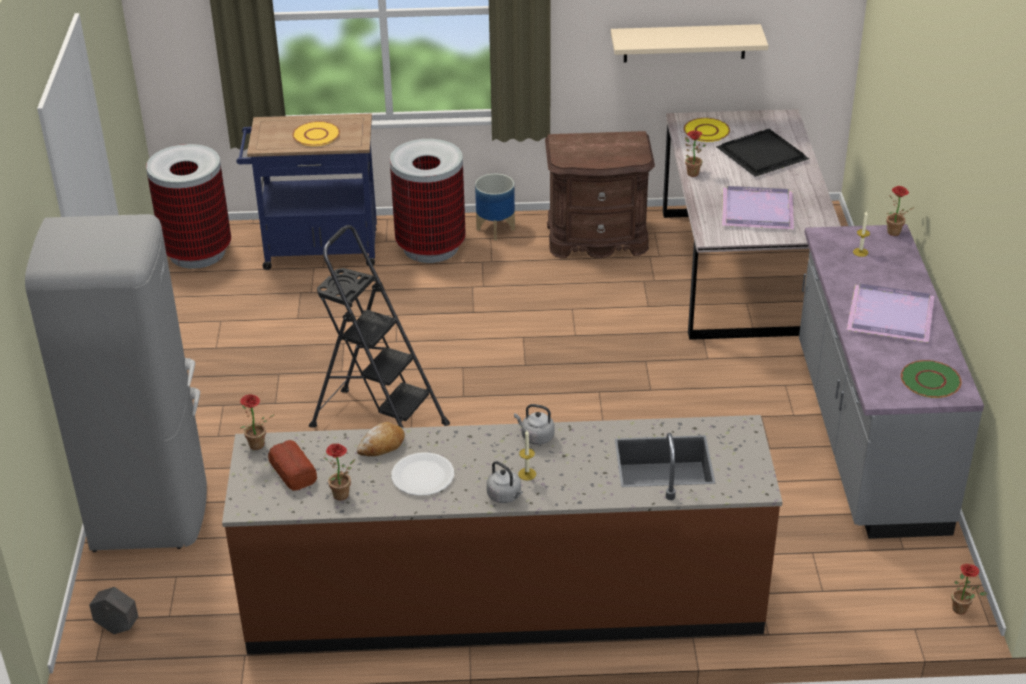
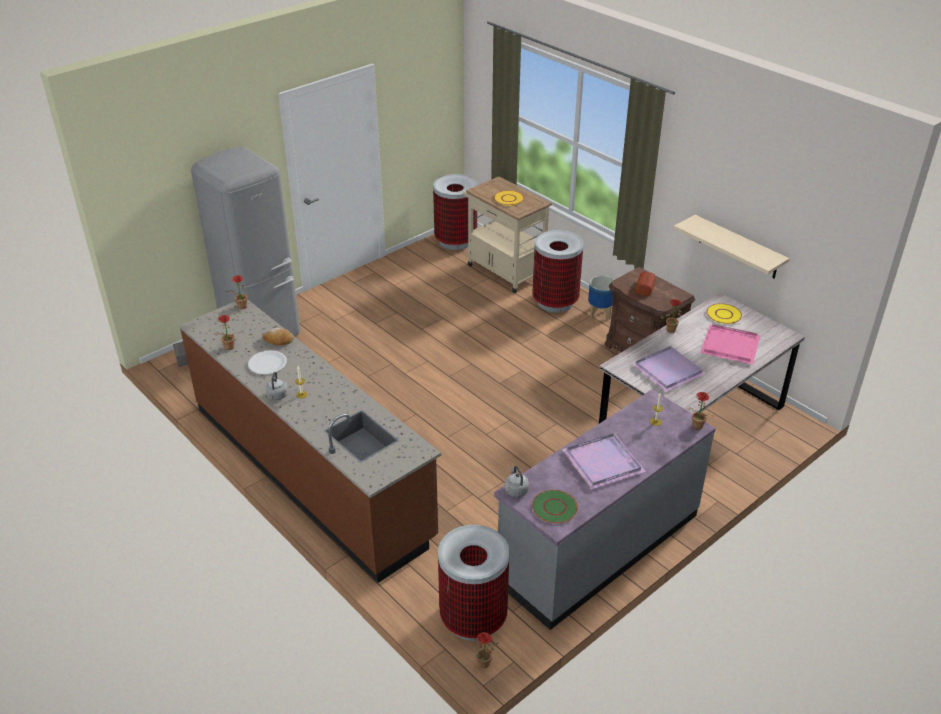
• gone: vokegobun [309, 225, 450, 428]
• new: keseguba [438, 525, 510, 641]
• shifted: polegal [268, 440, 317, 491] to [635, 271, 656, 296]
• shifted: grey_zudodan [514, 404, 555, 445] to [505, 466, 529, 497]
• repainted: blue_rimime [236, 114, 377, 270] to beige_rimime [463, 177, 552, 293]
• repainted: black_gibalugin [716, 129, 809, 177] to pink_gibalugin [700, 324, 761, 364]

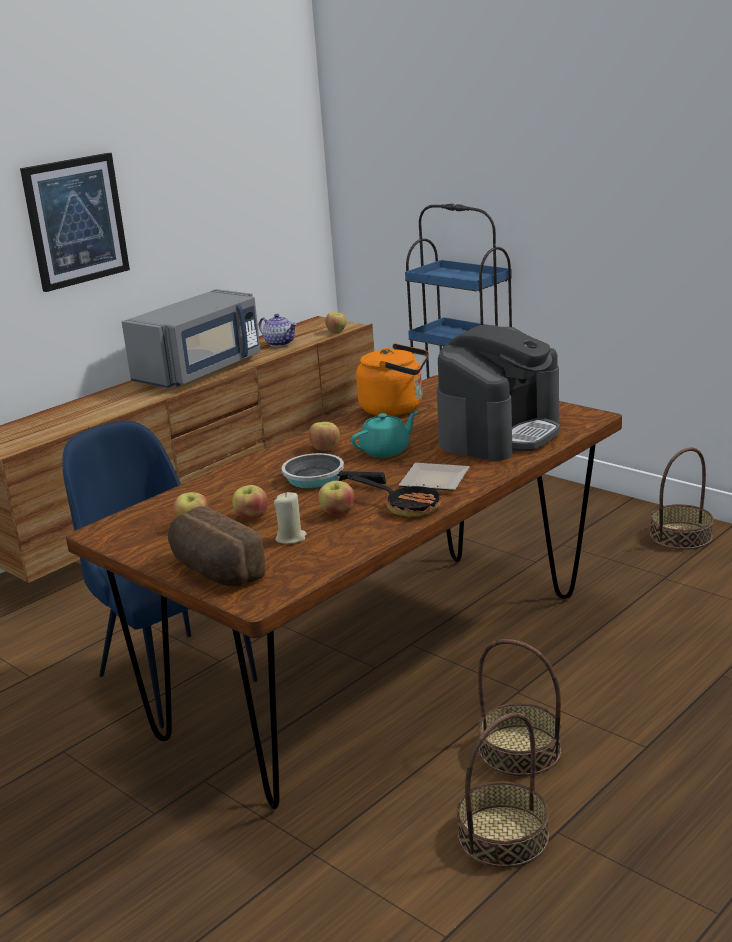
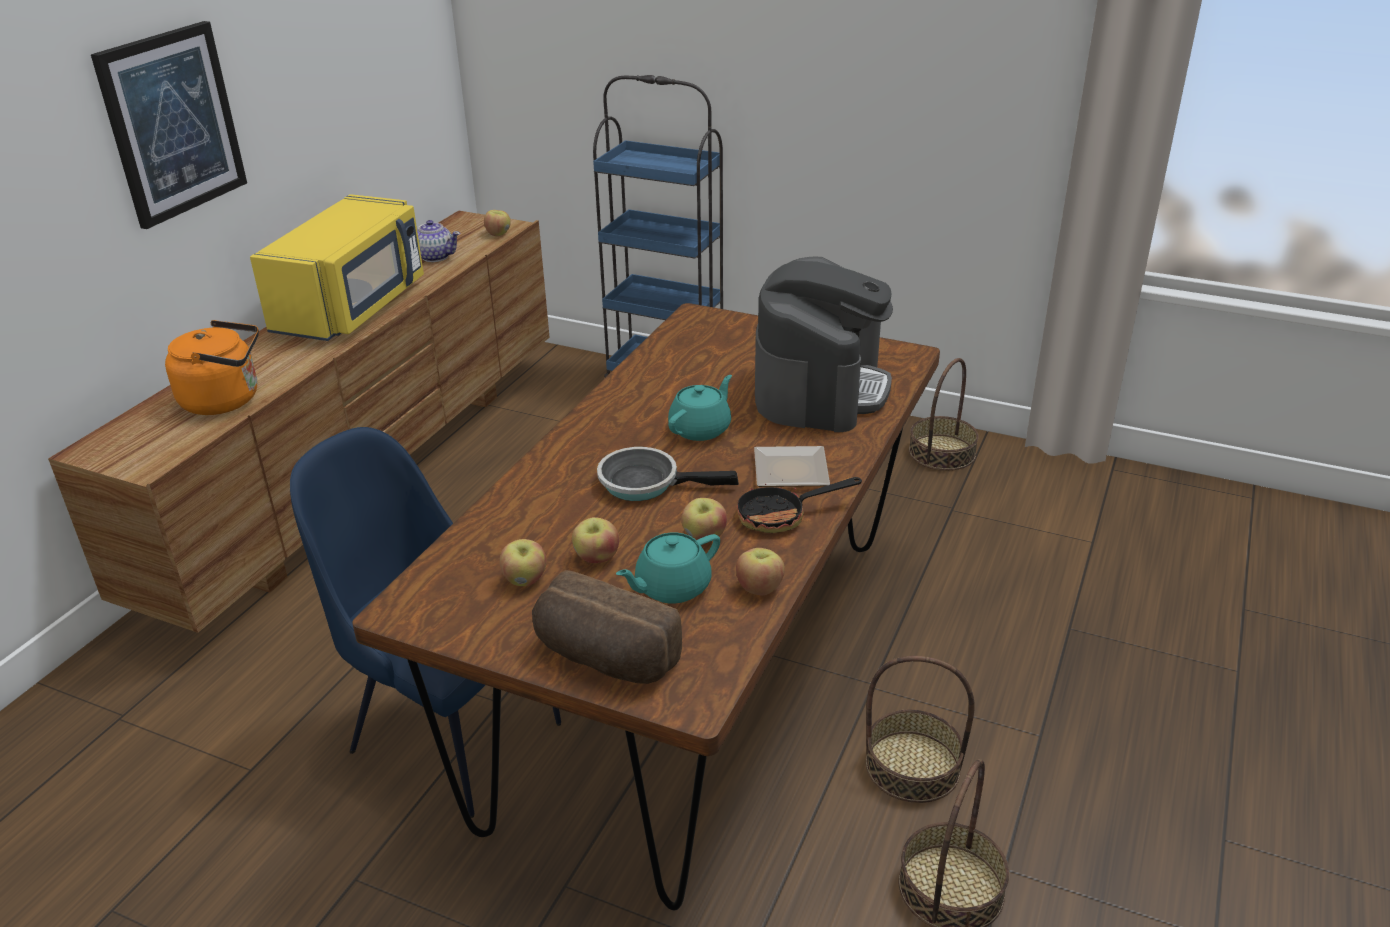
• shifted: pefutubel [309, 422, 340, 451] to [736, 548, 785, 595]
• shifted: orange_zudodan [356, 344, 429, 416] to [165, 320, 259, 415]
• swapped: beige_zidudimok [274, 492, 307, 544] to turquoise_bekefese [616, 533, 720, 604]
• repainted: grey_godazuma [122, 289, 261, 388] to yellow_godazuma [250, 194, 424, 341]
• rotated: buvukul [347, 474, 442, 517] = [737, 477, 862, 533] 150 degrees clockwise

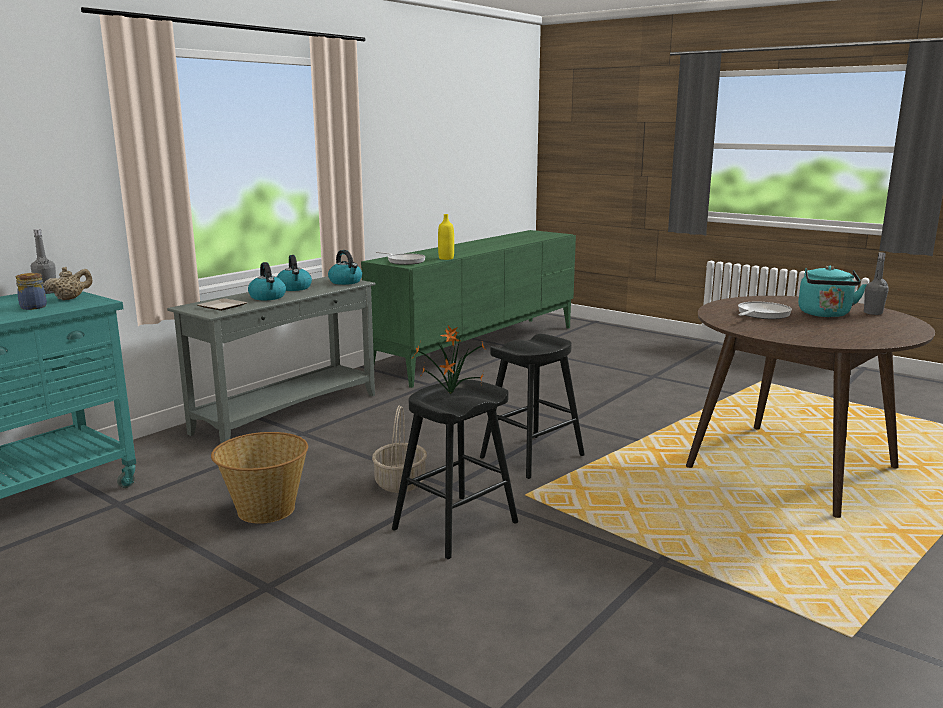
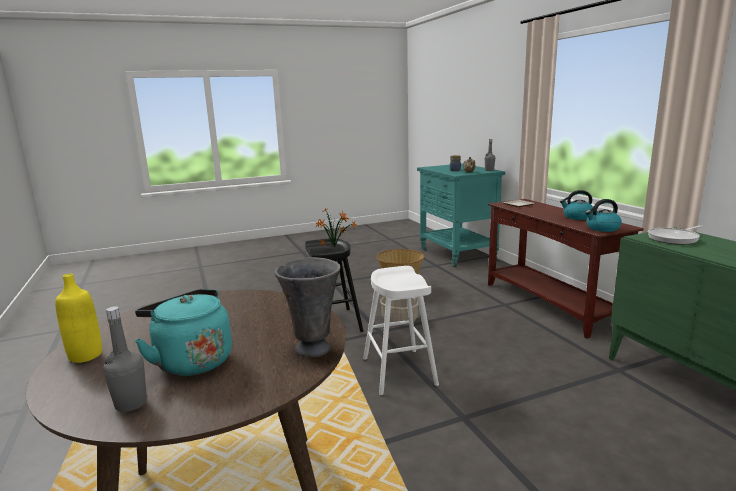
• gone: zudodan [248, 262, 286, 300]
• gone: buvukul [738, 302, 792, 319]
• new: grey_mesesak [275, 257, 341, 358]
• shifted: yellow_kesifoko [438, 214, 454, 260] to [55, 274, 102, 363]
• repainted: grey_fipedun [167, 276, 376, 443] to brown_fipedun [488, 199, 644, 339]
• repainted: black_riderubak [480, 334, 585, 479] to white_riderubak [363, 266, 439, 395]

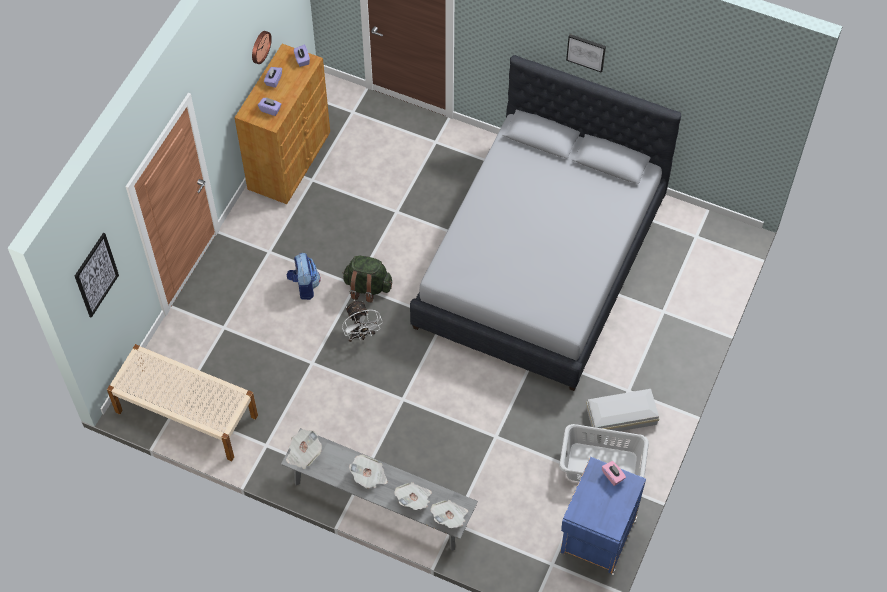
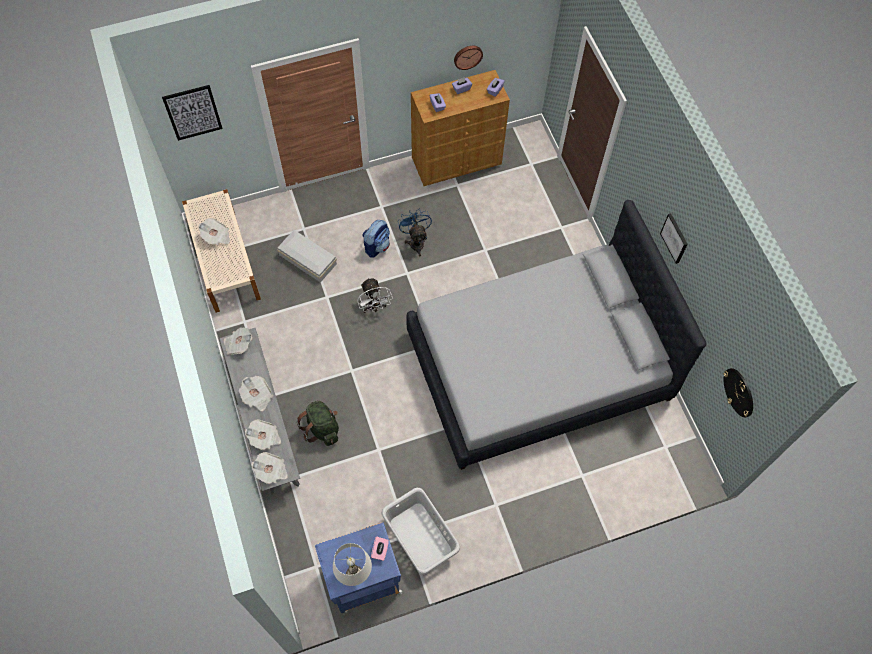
• new: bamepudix [198, 218, 230, 246]
• new: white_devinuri [333, 543, 372, 586]
• new: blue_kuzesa [398, 209, 432, 256]
• new: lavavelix [723, 368, 753, 417]
• shifted: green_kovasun [342, 256, 392, 303] to [296, 401, 339, 446]
• shifted: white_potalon [586, 389, 659, 435] to [277, 230, 337, 282]
• rotated: white_kuzesa [342, 300, 383, 342] = [357, 277, 393, 313] 45 degrees counterclockwise

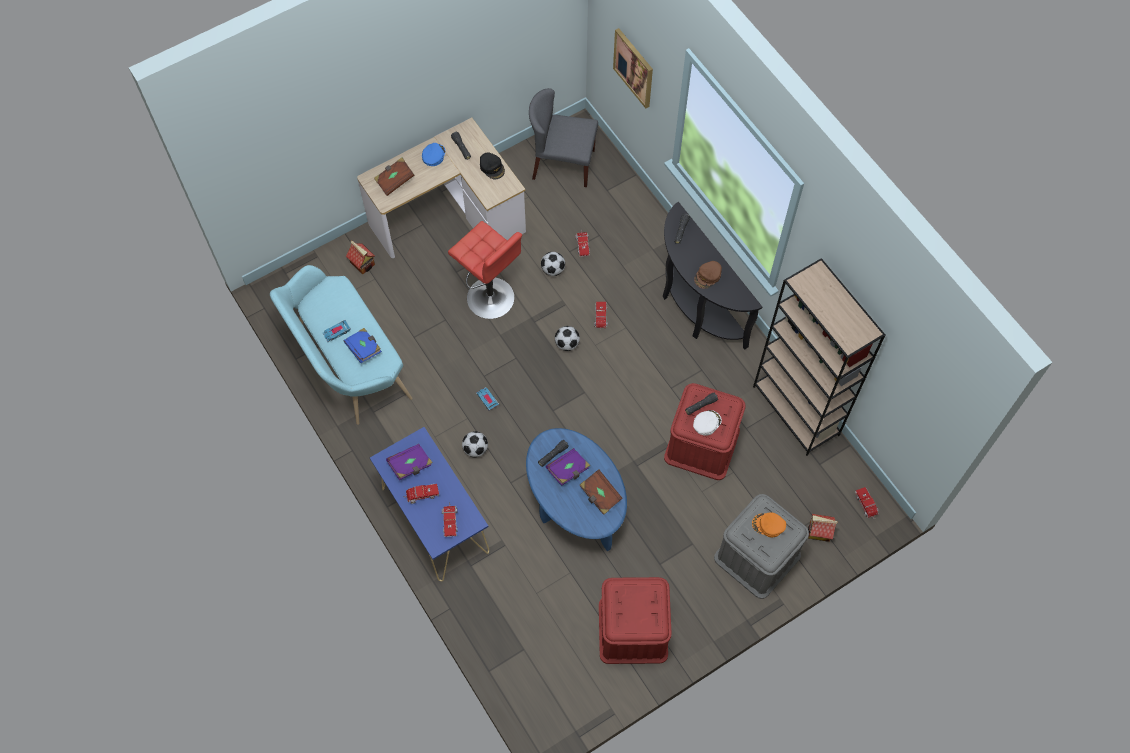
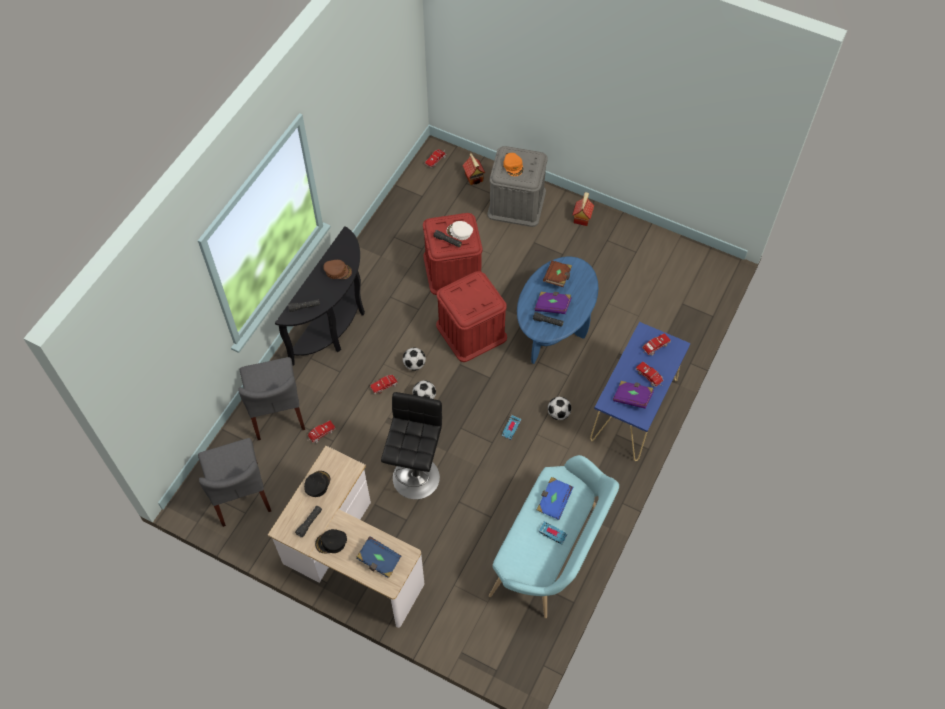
• gone: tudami [613, 28, 653, 108]
• gone: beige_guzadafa [753, 258, 885, 456]
• new: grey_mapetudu [238, 357, 305, 440]
• shifted: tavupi [346, 241, 375, 274] to [572, 192, 594, 226]
• shifted: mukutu [541, 252, 565, 276] to [403, 347, 426, 371]
• shifted: red_potalon [599, 577, 672, 664] to [436, 271, 507, 362]
• repainted: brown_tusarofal [374, 157, 415, 196] to blue_tusarofal [357, 536, 401, 578]
• repainted: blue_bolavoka [422, 143, 445, 166] to black_bolavoka [315, 529, 347, 553]
• repainted: red_riderubak [448, 221, 522, 319] to black_riderubak [381, 392, 442, 499]

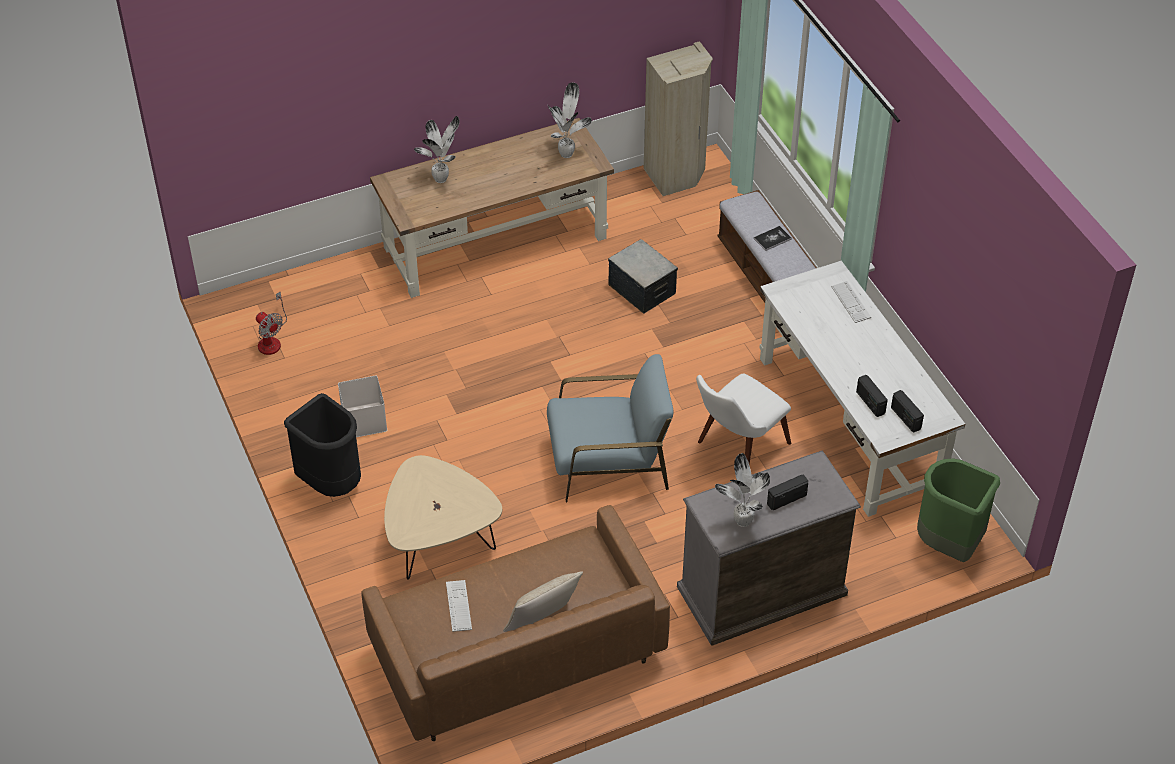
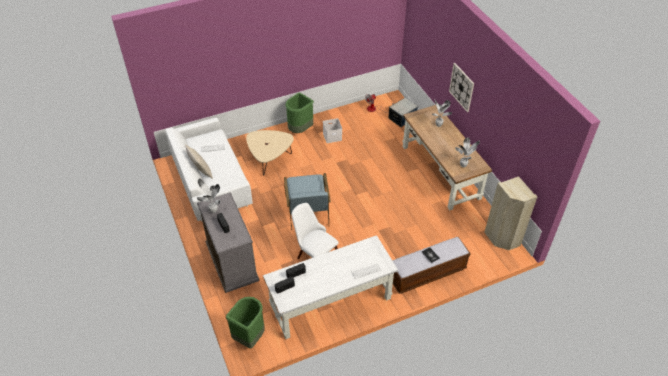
• new: lavavelix [449, 63, 474, 112]
• shifted: potalon [608, 239, 678, 314] to [388, 98, 418, 127]
• repainted: black_keseguba [284, 393, 361, 497] to green_keseguba [285, 93, 314, 133]
• repainted: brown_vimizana [361, 505, 670, 741] to white_vimizana [166, 117, 253, 221]

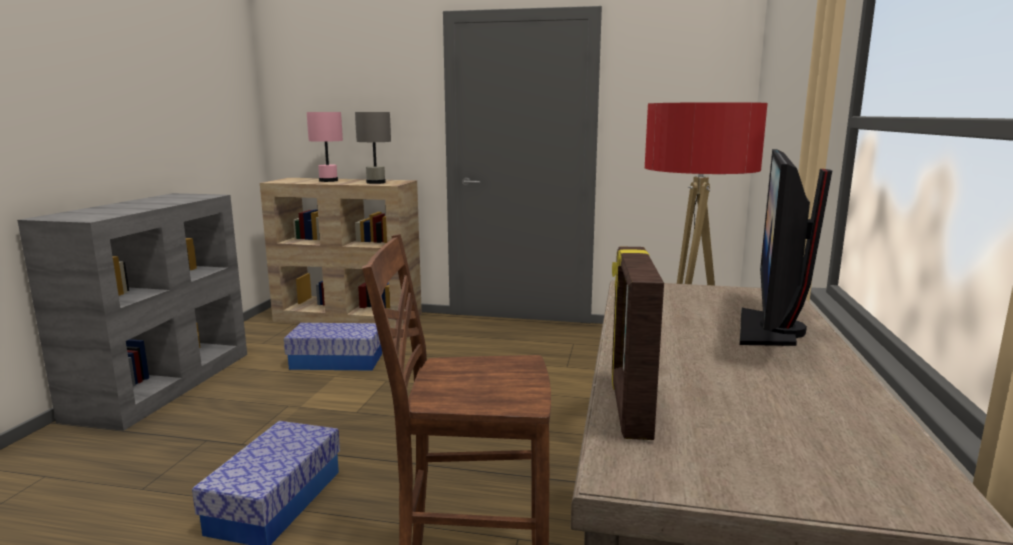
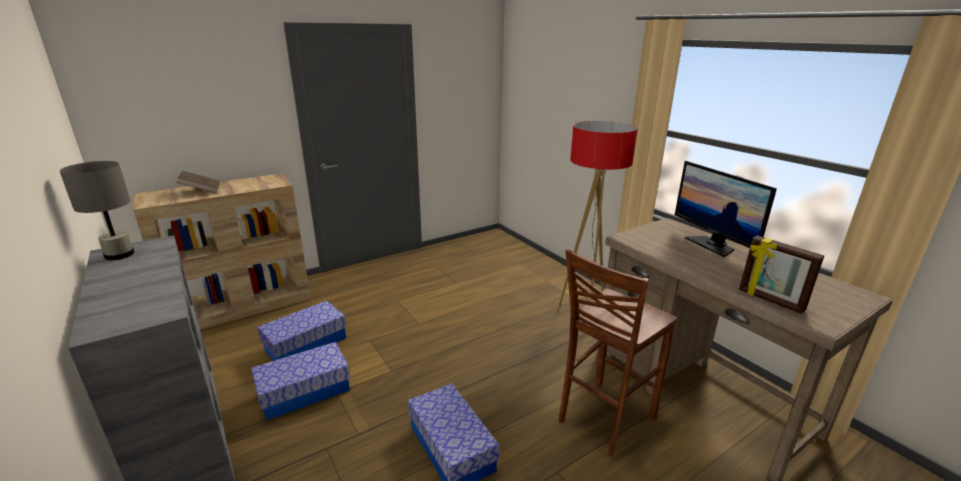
• new: potalon [251, 342, 350, 421]
• shifted: grey_devinuri [355, 112, 391, 184] to [60, 161, 134, 260]
• swapped: pink_devinuri [307, 112, 343, 182] to brown_tusarofal [176, 171, 221, 193]

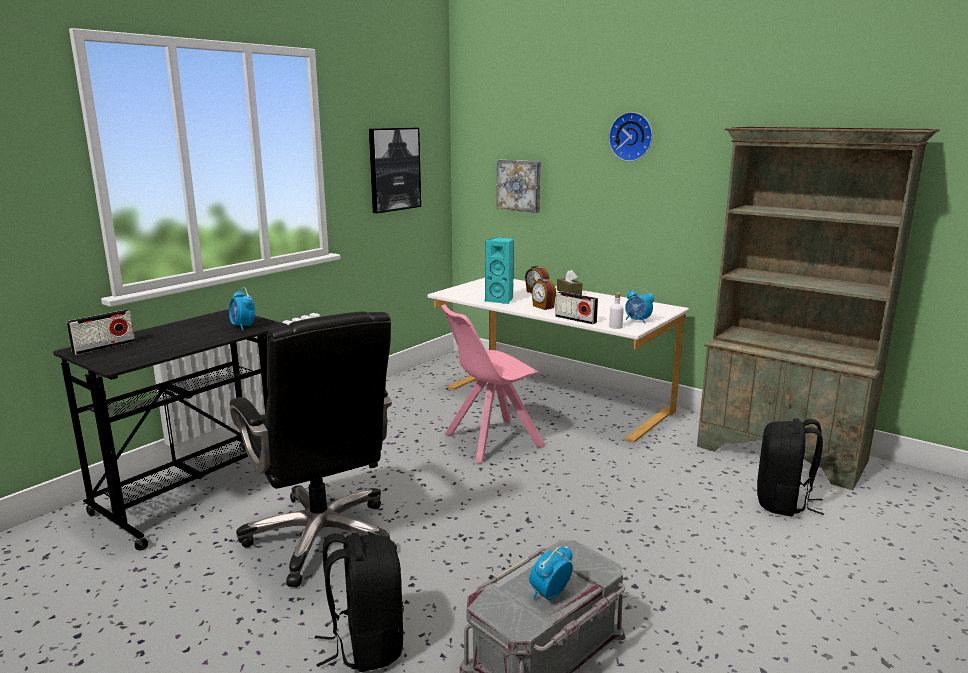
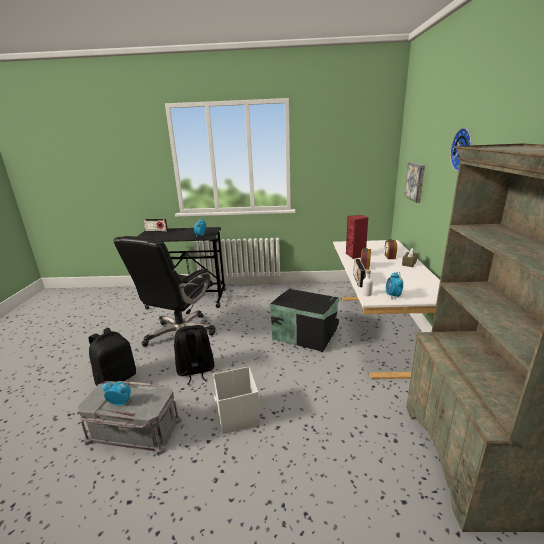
• gone: tudami [369, 128, 421, 213]
• new: white_potalon [213, 367, 260, 434]
• shifted: black_kovasun [757, 418, 824, 516] to [174, 325, 214, 385]
• swapped: pink_mapetudu [441, 304, 545, 463] to black_potalon [269, 289, 339, 353]
• repainted: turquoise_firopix [485, 237, 514, 304] to red_firopix [346, 215, 368, 259]

